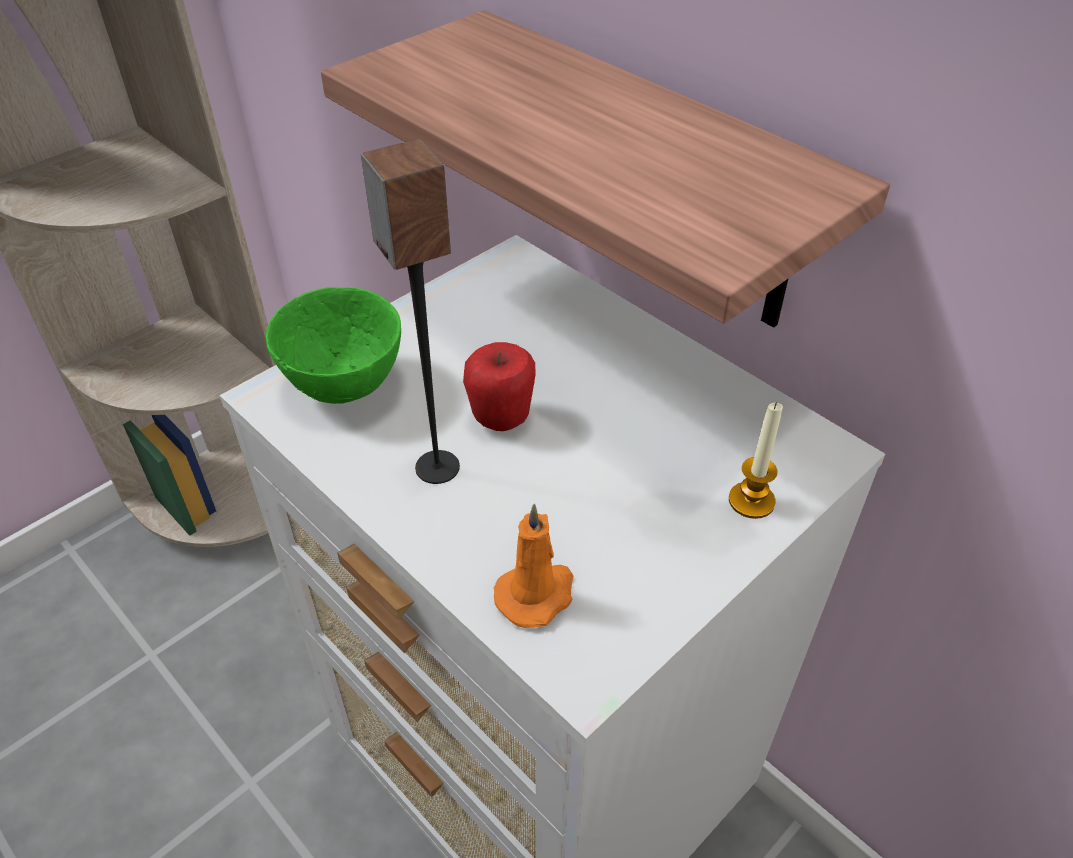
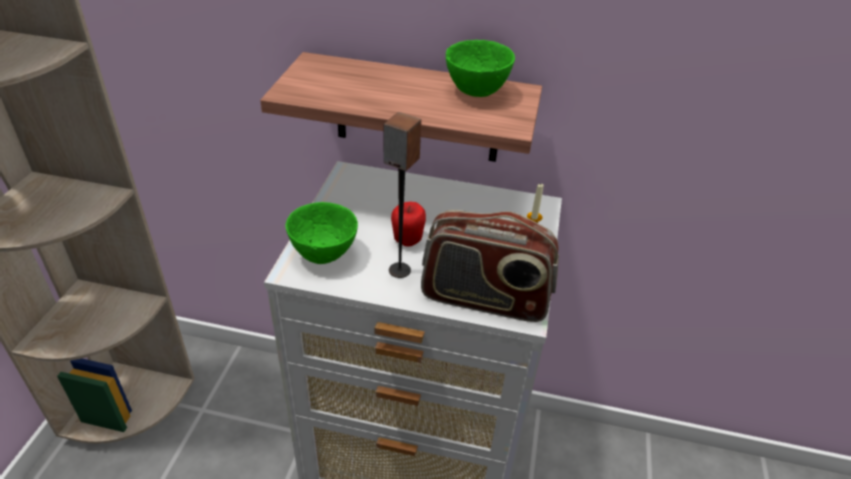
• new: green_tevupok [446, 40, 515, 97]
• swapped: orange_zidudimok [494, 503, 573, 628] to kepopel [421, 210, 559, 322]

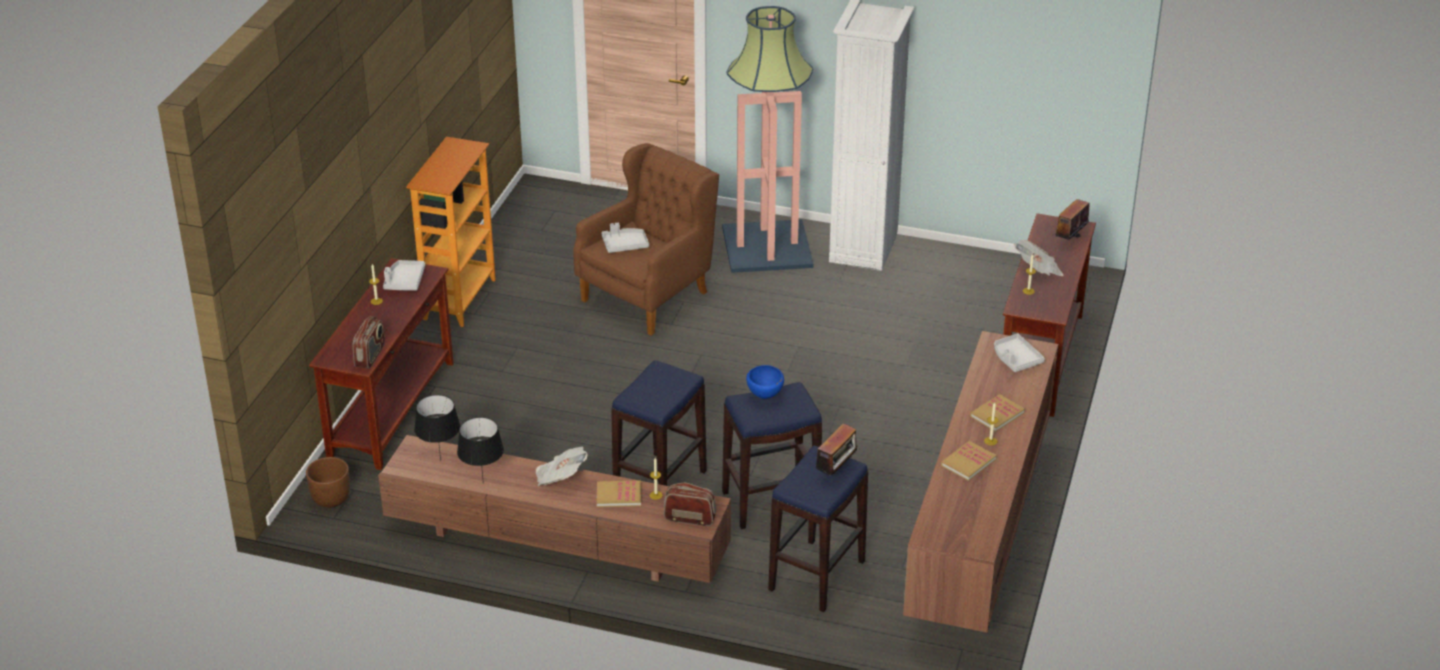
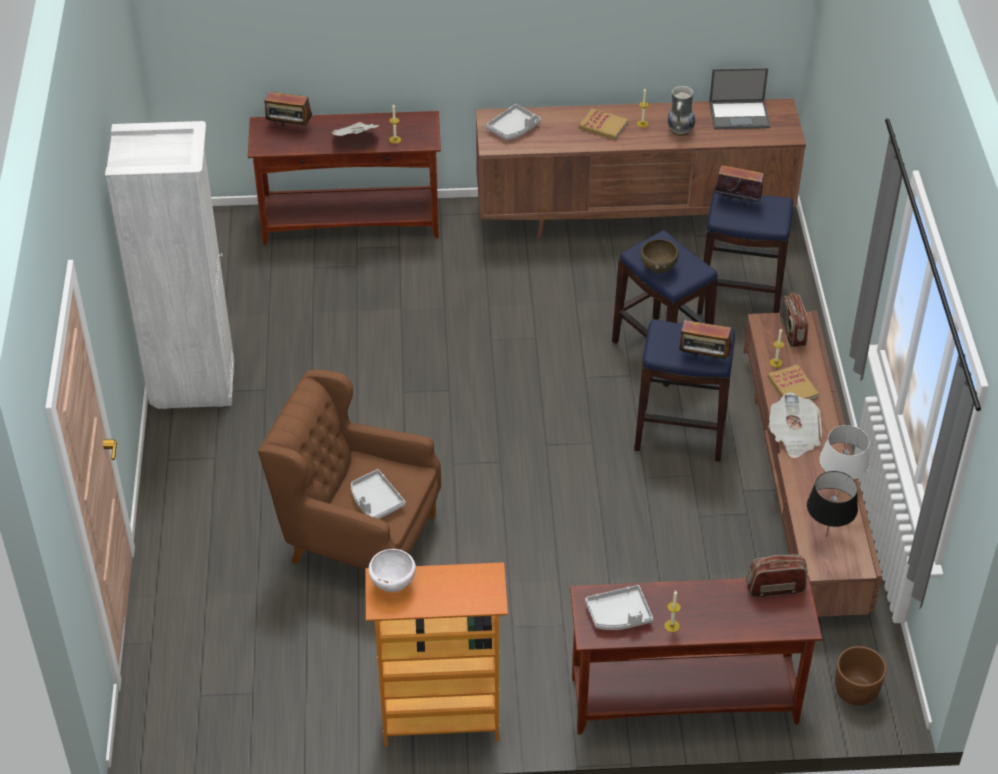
• gone: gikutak [722, 6, 813, 273]
• new: white_tevupok [368, 549, 416, 592]
• new: kepopel [679, 320, 732, 361]
• new: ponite [709, 68, 770, 129]
• swapped: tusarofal [941, 441, 996, 481] to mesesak [668, 86, 695, 136]
• repainted: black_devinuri [457, 417, 504, 484] to white_devinuri [820, 425, 870, 479]
• repainted: blue_tevupok [746, 365, 784, 399] to brown_tevupok [640, 239, 679, 273]

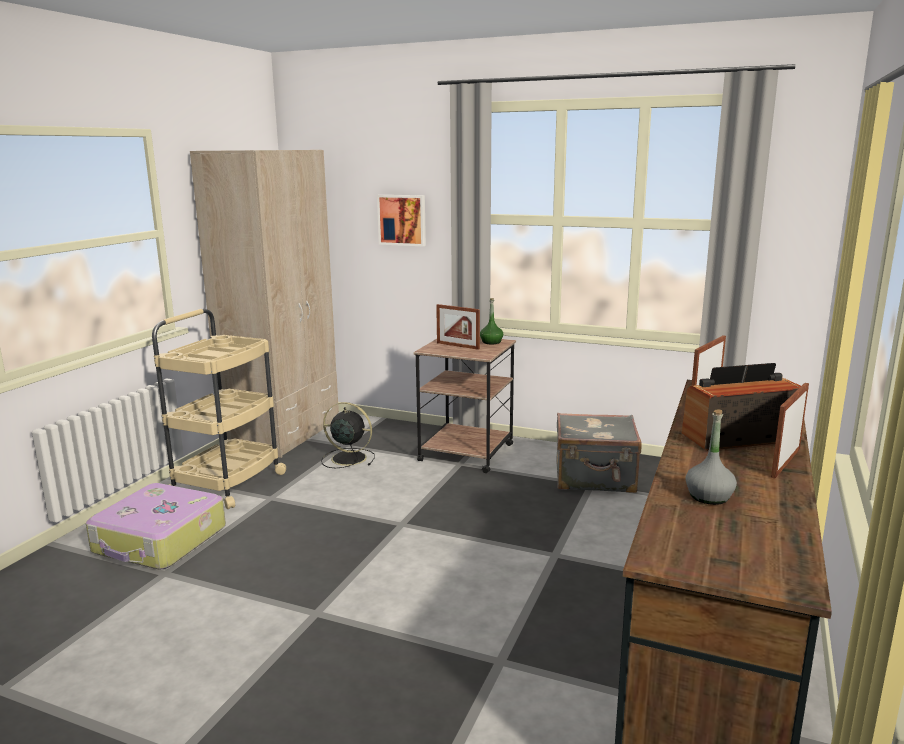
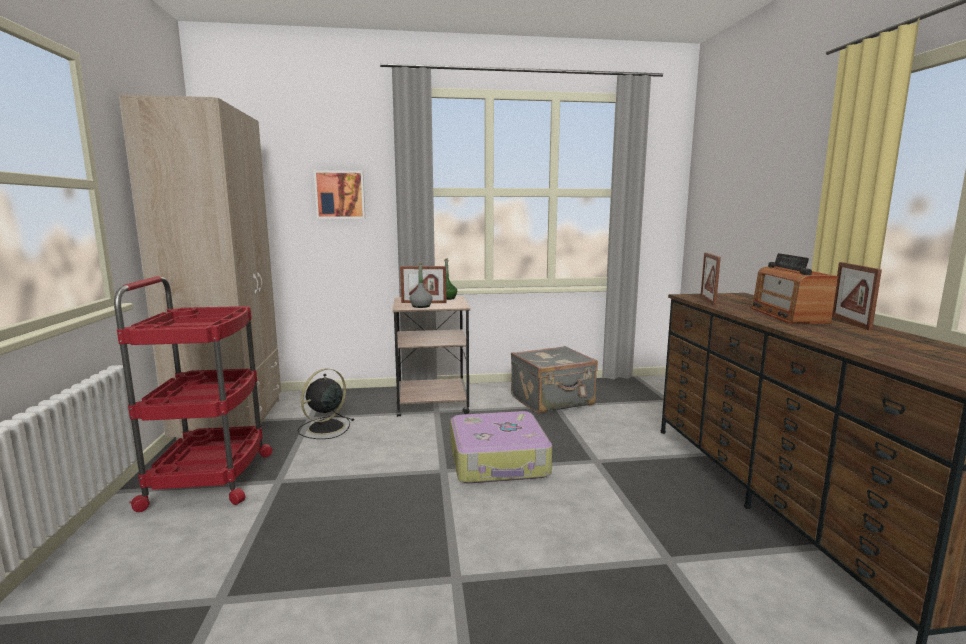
• shifted: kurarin [86, 483, 226, 569] to [450, 411, 552, 484]
• shifted: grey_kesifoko [686, 409, 737, 505] to [410, 262, 433, 308]
• repainted: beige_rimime [152, 309, 286, 509] to red_rimime [114, 276, 273, 512]
• rotated: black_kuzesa [321, 402, 375, 468] = [297, 368, 354, 439] 45 degrees counterclockwise
• rotated: kepopel [682, 363, 801, 451] = [751, 253, 838, 324] 45 degrees counterclockwise

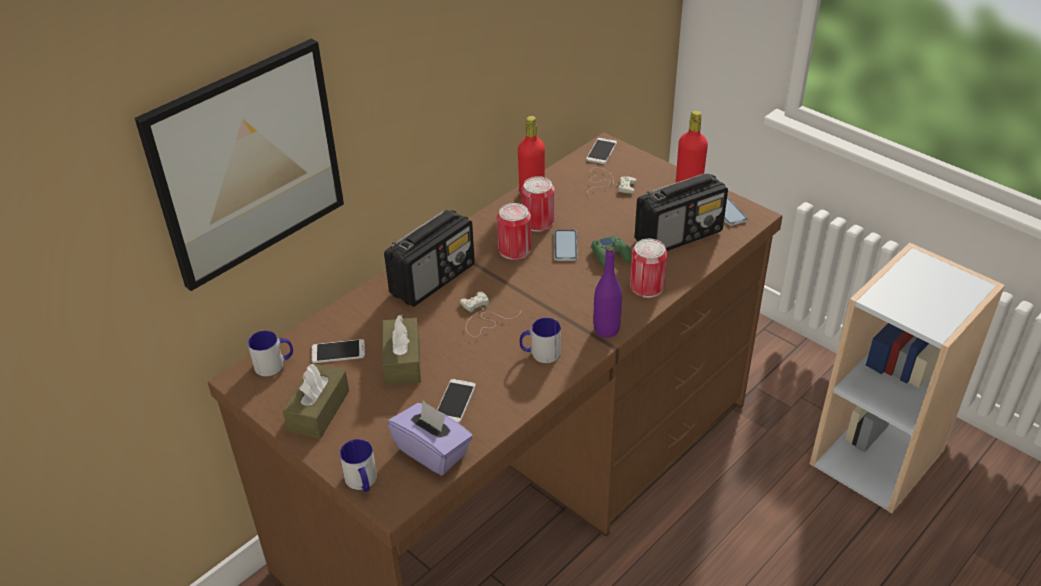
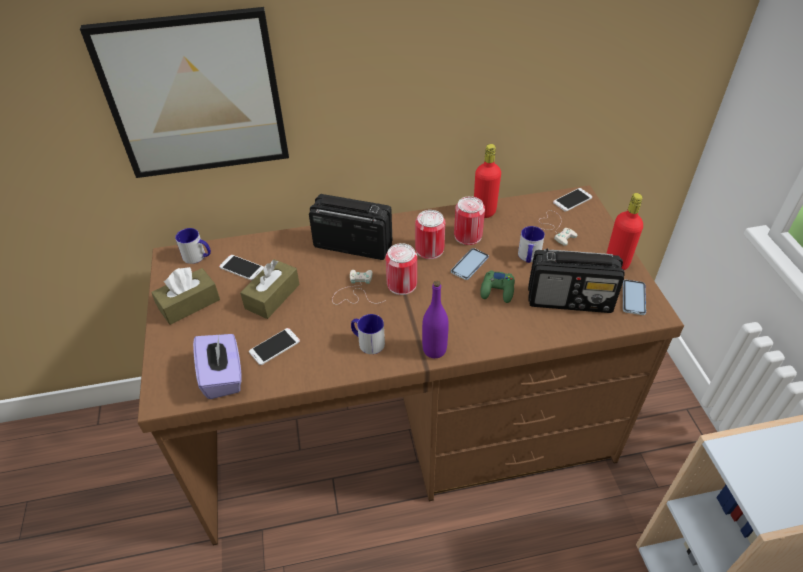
• shifted: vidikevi [340, 439, 377, 492] to [518, 226, 545, 263]
• shifted: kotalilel [630, 239, 668, 298] to [386, 243, 417, 295]
• rotated: kepopel [384, 210, 475, 307] = [309, 194, 392, 260] 150 degrees counterclockwise

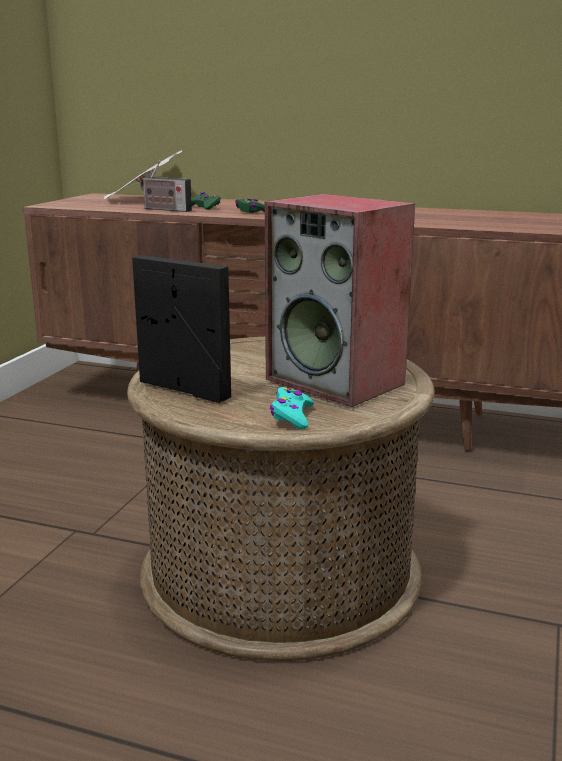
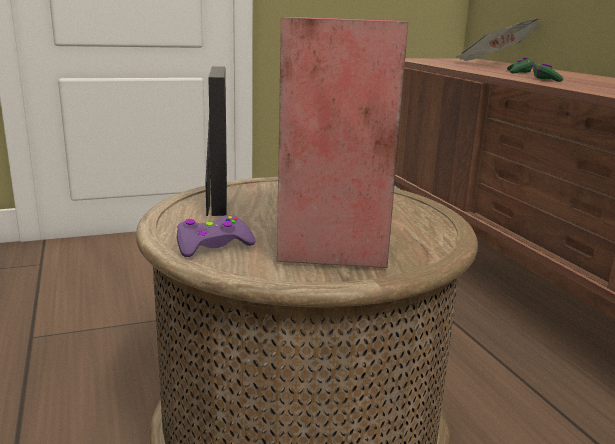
• gone: kepopel [140, 161, 192, 212]
• repainted: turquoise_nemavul [270, 387, 314, 429] to purple_nemavul [177, 215, 256, 257]

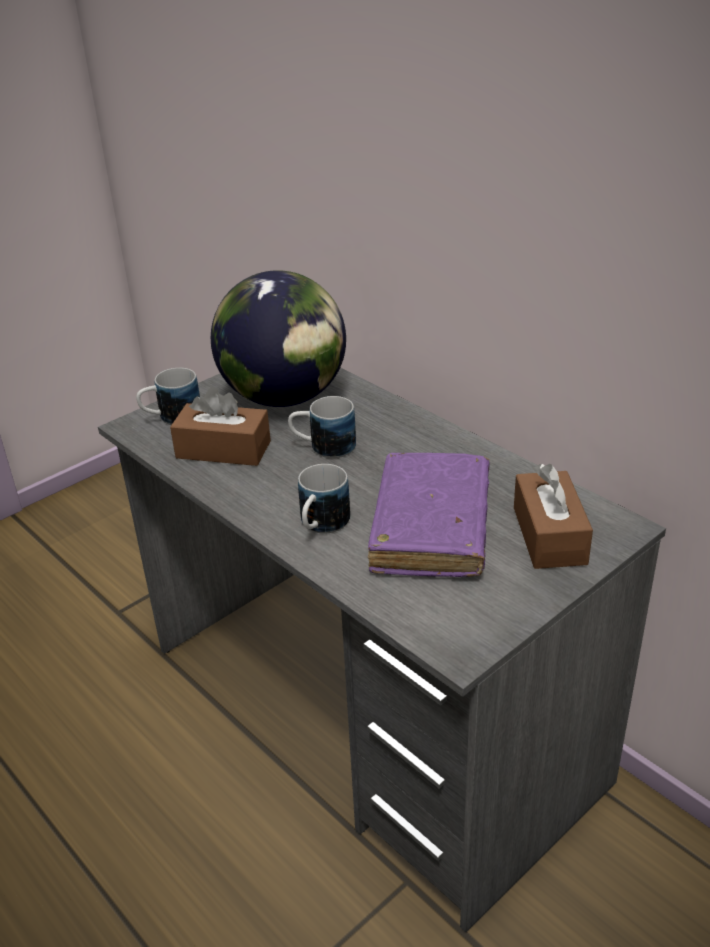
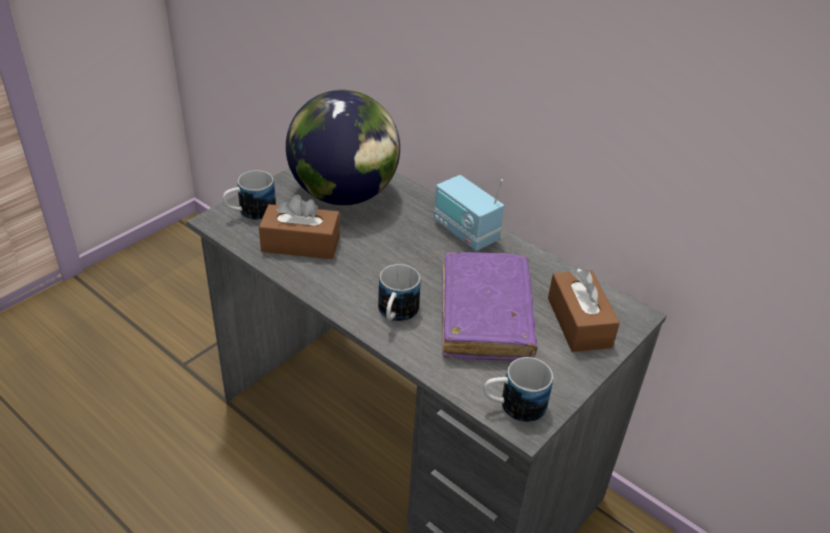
• new: kepopel [434, 175, 504, 251]
• shifted: vidikevi [288, 396, 356, 458] to [483, 357, 553, 423]

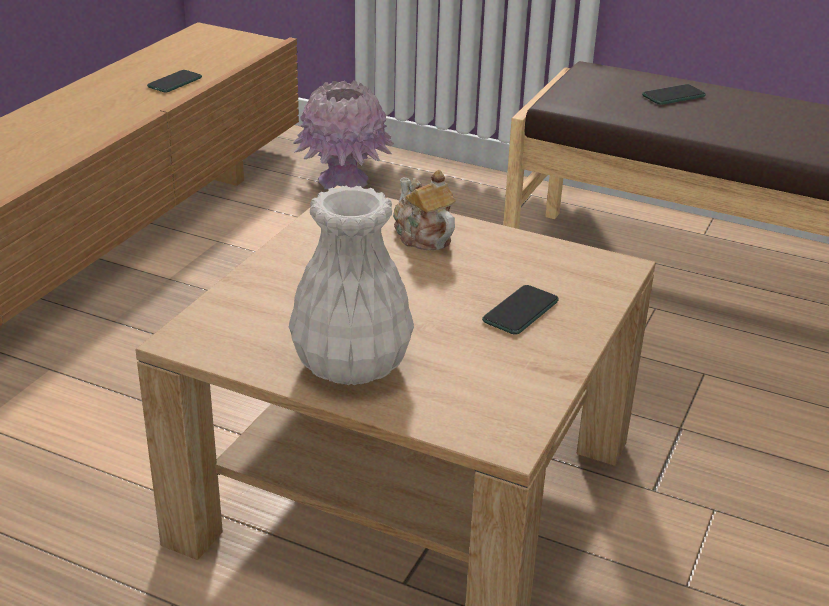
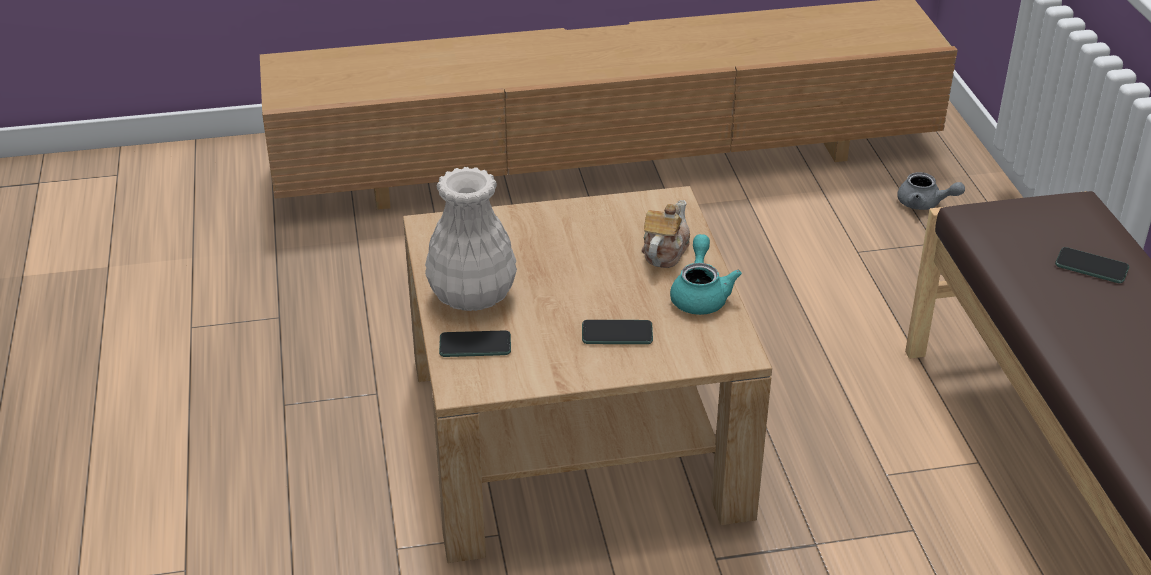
• new: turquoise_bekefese [670, 234, 742, 315]
• shifted: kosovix [147, 70, 202, 92] to [439, 330, 511, 357]
• swapped: pink_mesesak [293, 80, 394, 189] to grey_bekefese [897, 172, 965, 210]

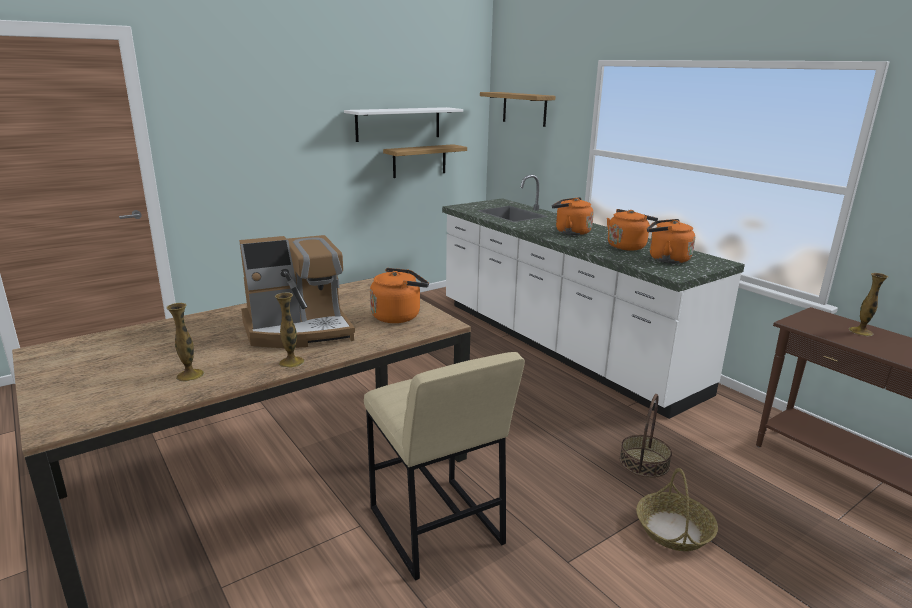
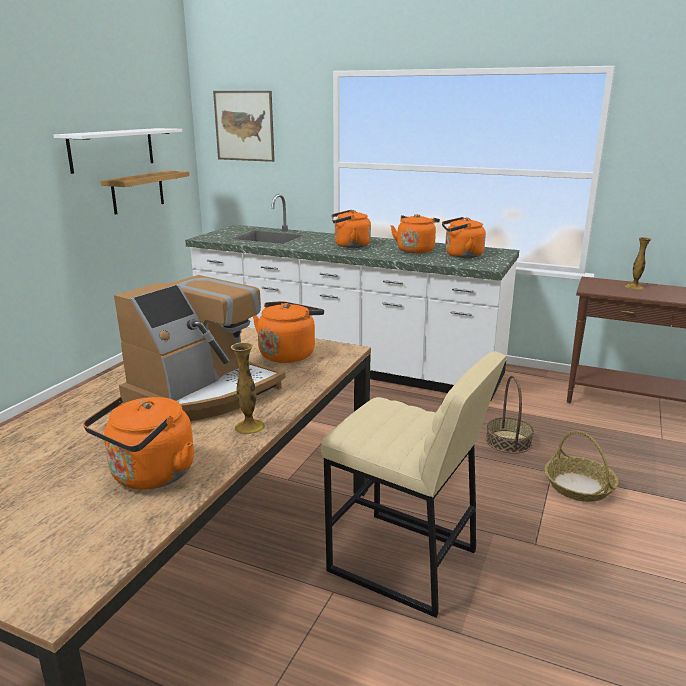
• swapped: mesesak [166, 303, 205, 382] to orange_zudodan [83, 397, 194, 490]
• swapped: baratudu [480, 92, 556, 127] to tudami [213, 91, 275, 162]

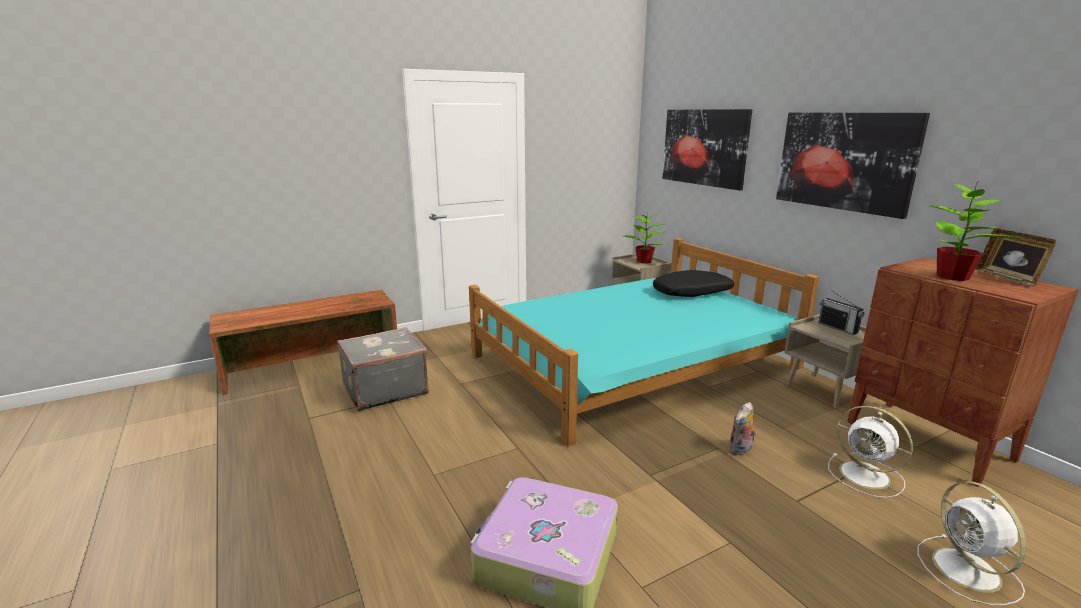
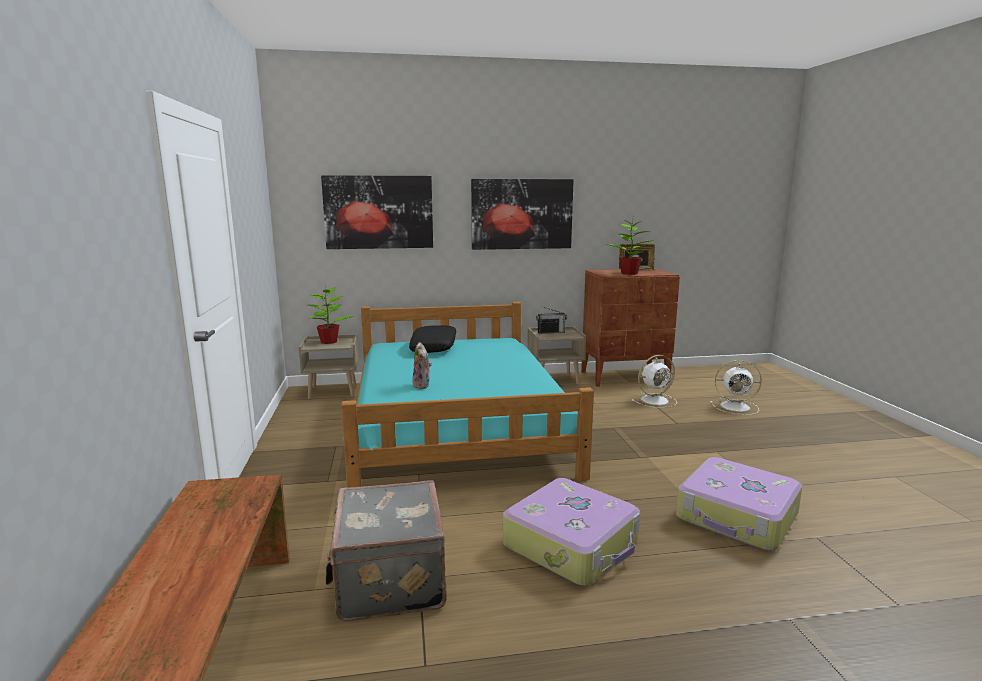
• new: kurarin [503, 478, 640, 586]
• shifted: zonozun [728, 402, 757, 455] to [412, 342, 432, 389]

